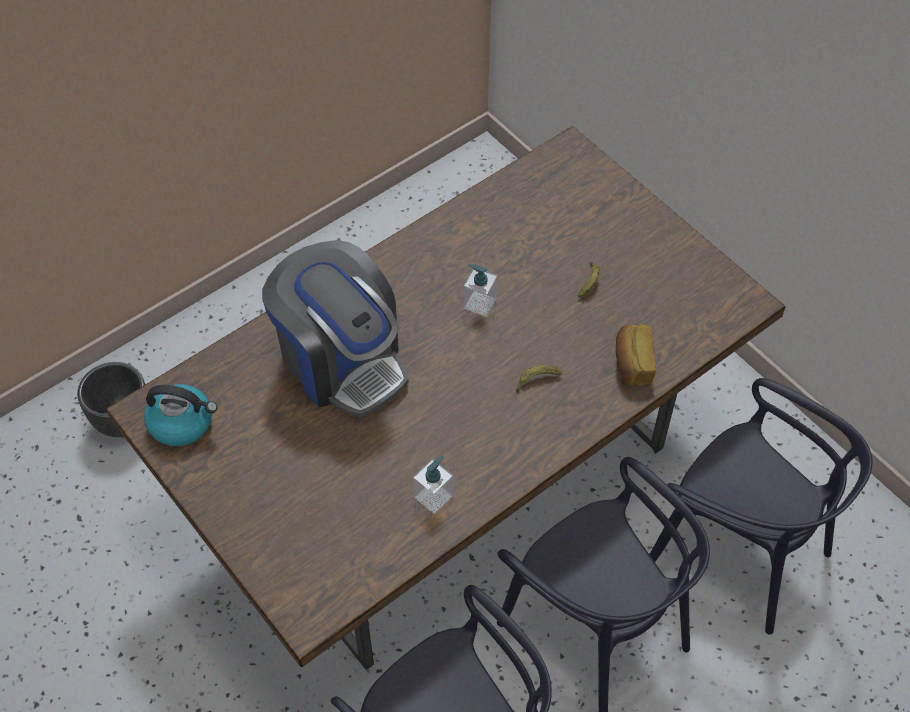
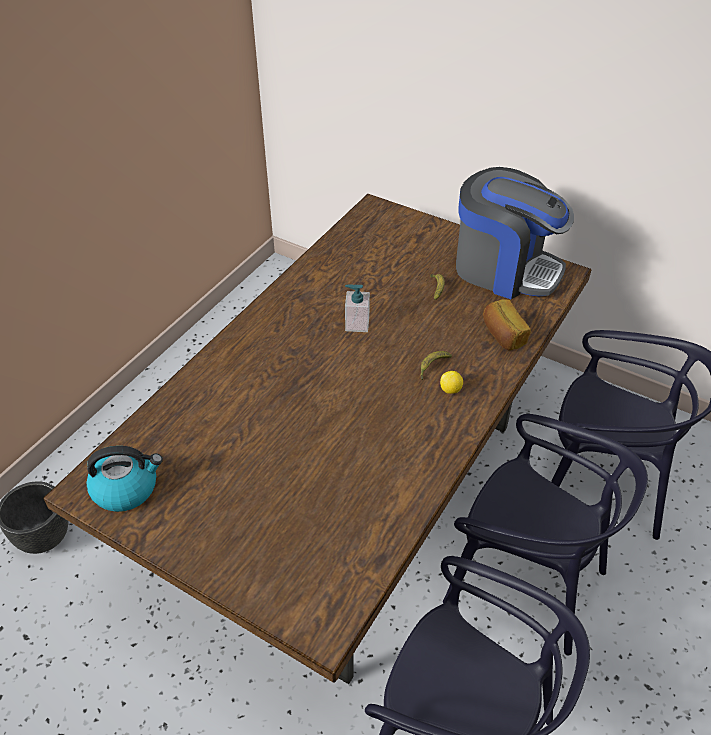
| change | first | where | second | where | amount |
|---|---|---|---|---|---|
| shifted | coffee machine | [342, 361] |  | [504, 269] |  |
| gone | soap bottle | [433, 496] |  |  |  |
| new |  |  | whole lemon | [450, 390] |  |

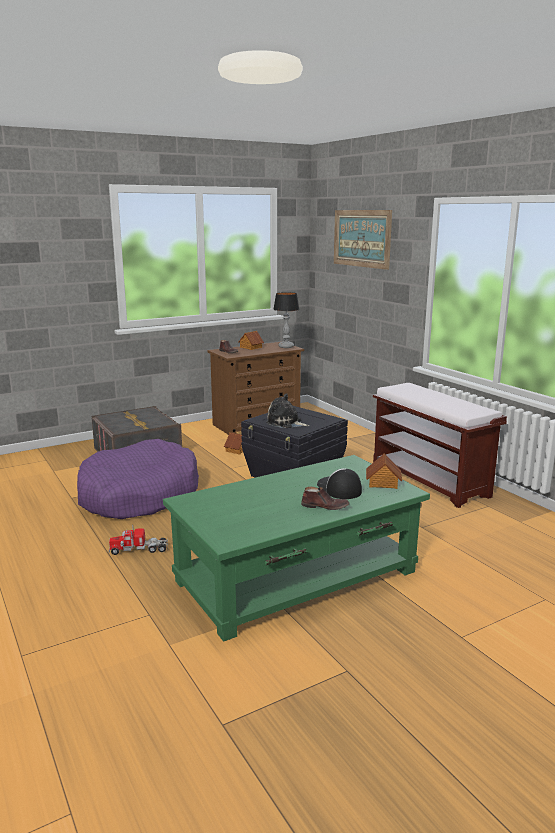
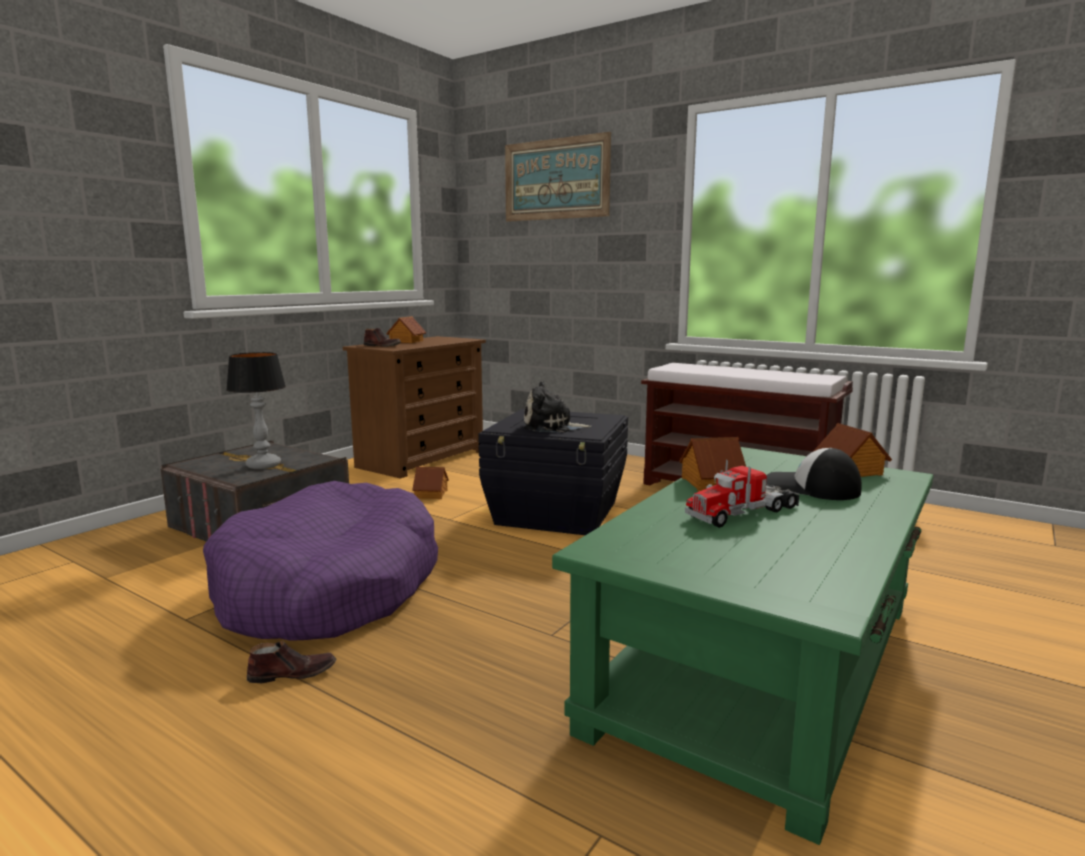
| change | first | where | second | where | amount |
|---|---|---|---|---|---|
| shifted | lamp for a table | [286, 347] |  | [263, 465] |  |
| shifted | brown low shoe | [325, 506] |  | [292, 673] |  |
| shifted | toy truck | [139, 549] |  | [743, 512] |  |
| new |  |  | model house | [710, 483] |  |

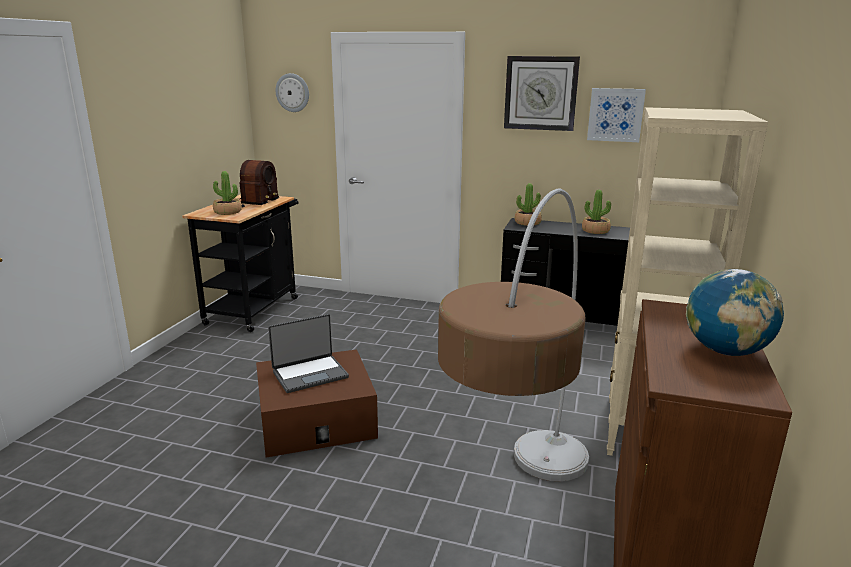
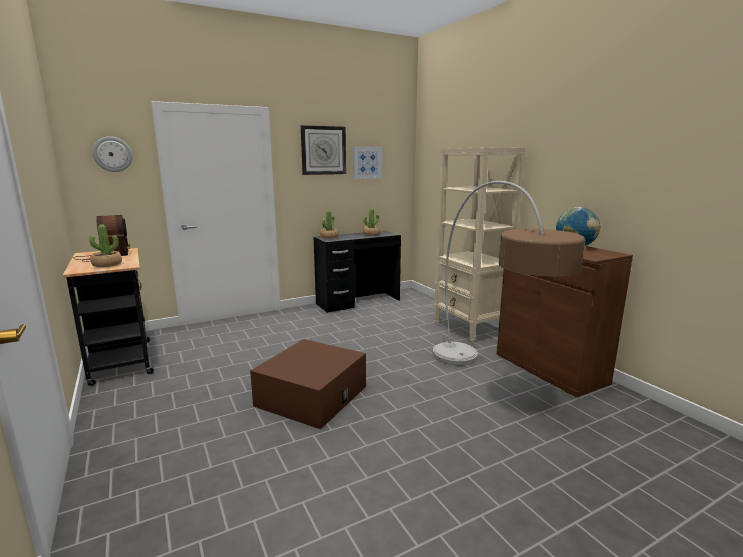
| change | first | where | second | where | amount |
|---|---|---|---|---|---|
| gone | notebook computer | [310, 374] |  |  |  |

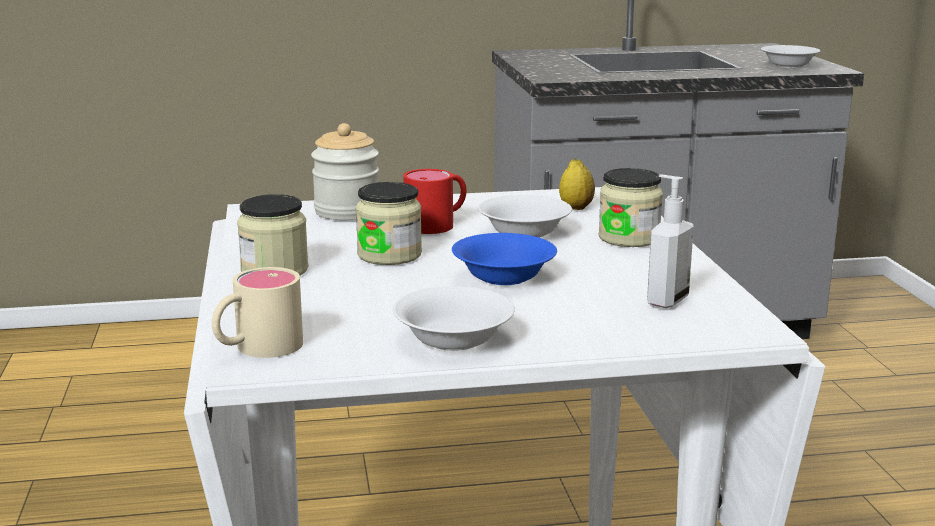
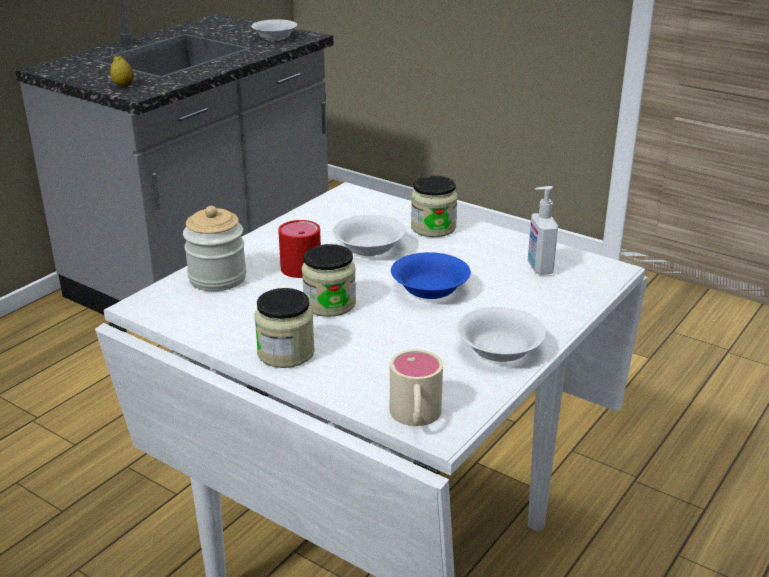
| change | first | where | second | where | amount |
|---|---|---|---|---|---|
| shifted | whole lemon | [576, 208] |  | [123, 85] |  |

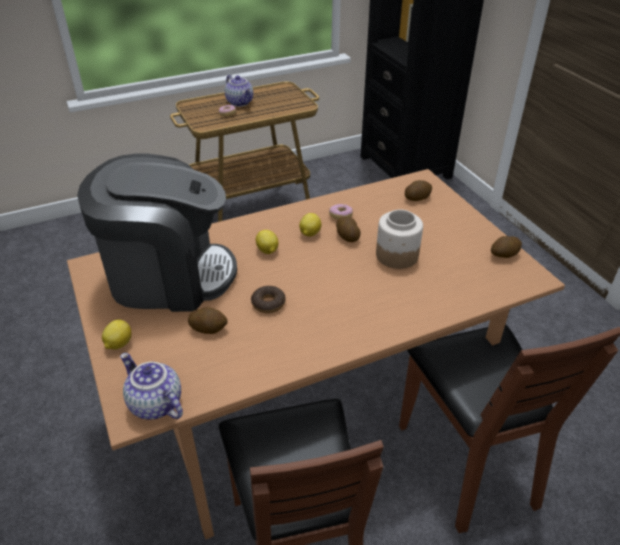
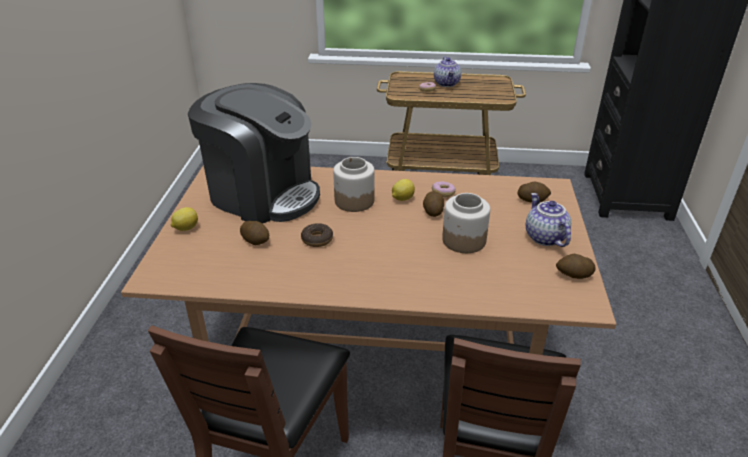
| change | first | where | second | where | amount |
|---|---|---|---|---|---|
| swapped | whole lemon | [267, 251] | preserve jar | [354, 201] |  |
| shifted | tea pot | [154, 404] |  | [544, 237] |  |

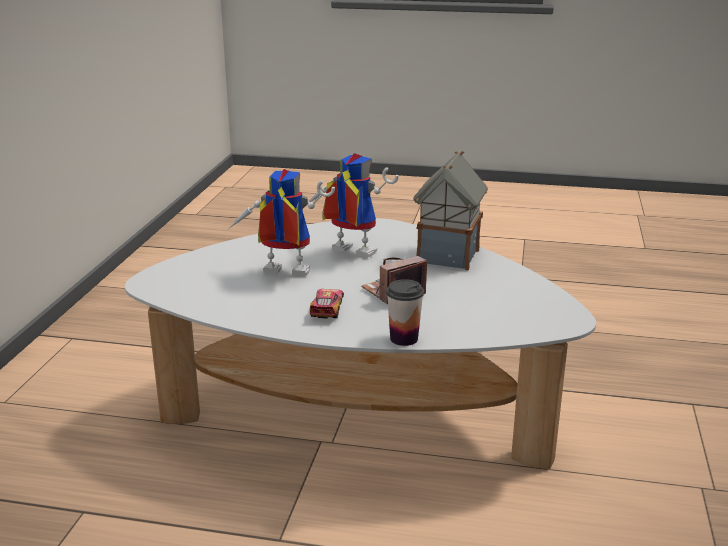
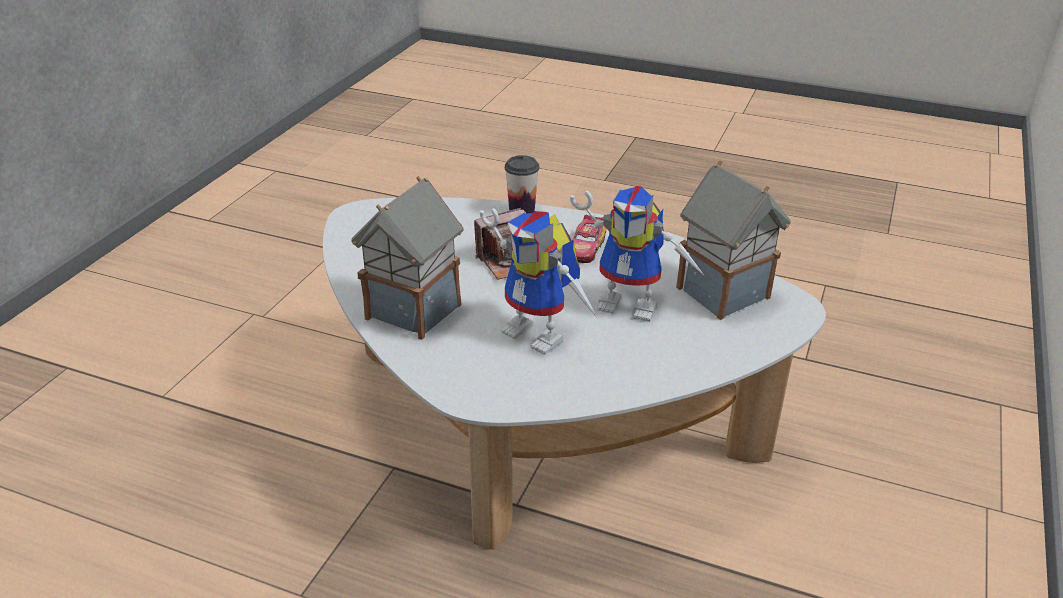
| change | first | where | second | where | amount |
|---|---|---|---|---|---|
| new |  |  | model house | [725, 294] |  |

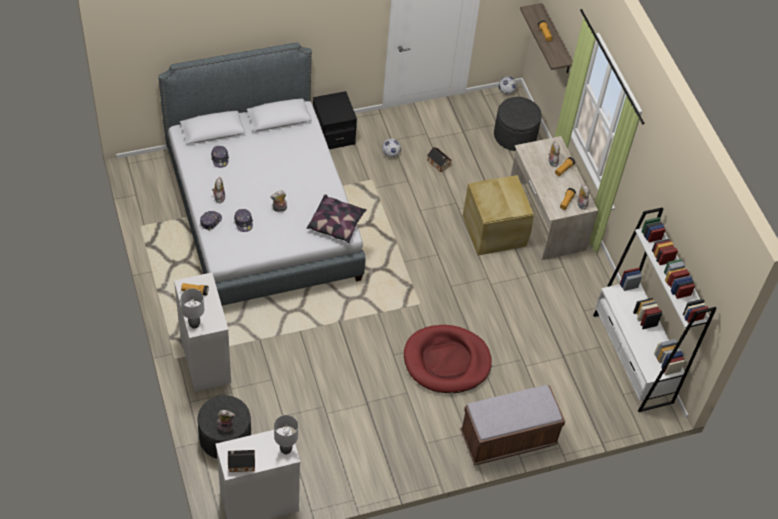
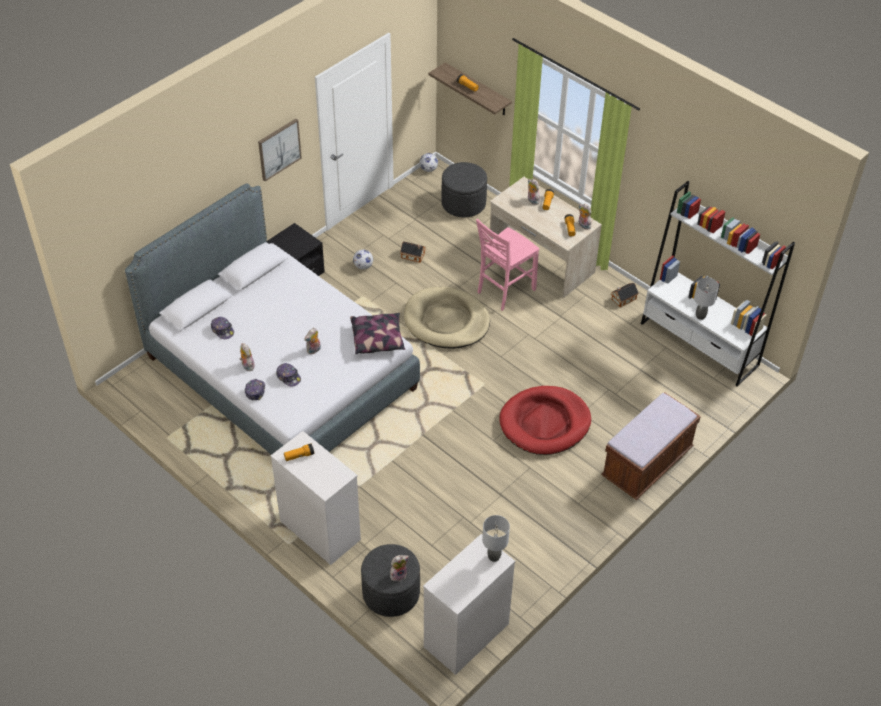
| change | first | where | second | where | amount |
|---|---|---|---|---|---|
| swapped | sand-coloured storage box | [494, 230] | pink chair | [504, 291] |  |
| shifted | grey lamp for a table | [194, 324] |  | [700, 316] |  |
| shifted | model house | [240, 464] |  | [622, 299] |  |
| new |  |  | wall art | [279, 149] |  |
| new |  |  | sand-coloured dog cushion | [446, 321] |  |

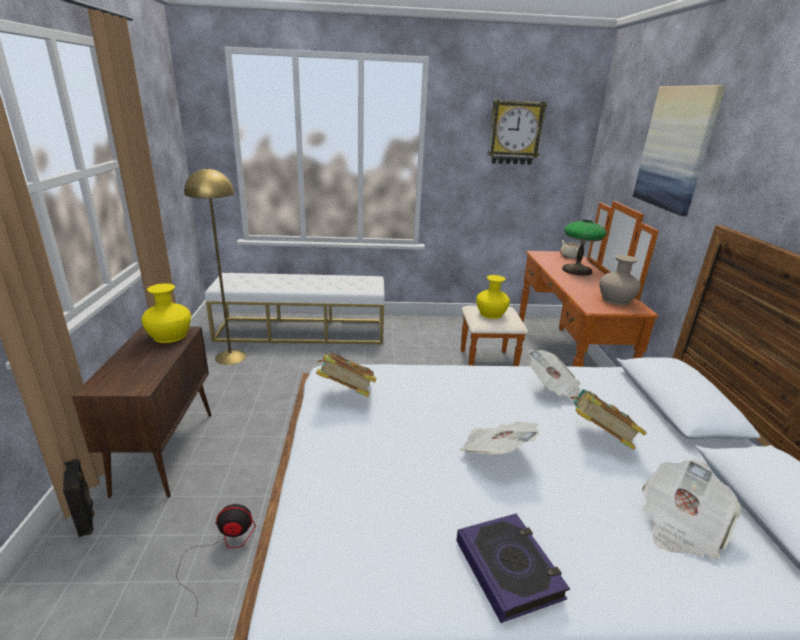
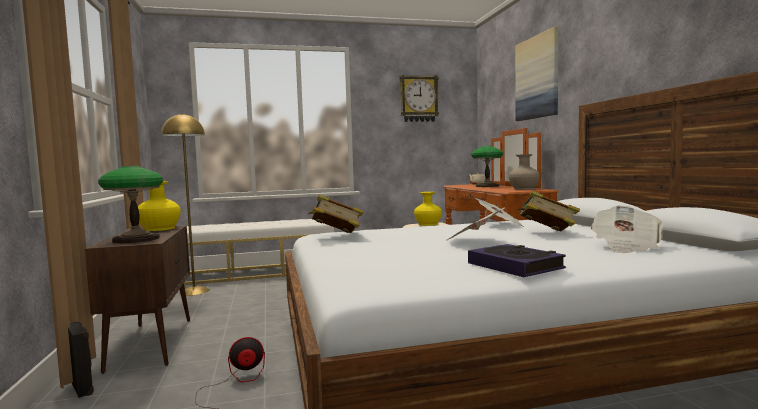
| change | first | where | second | where | amount |
|---|---|---|---|---|---|
| new |  |  | lamp for a table | [135, 239] |  |

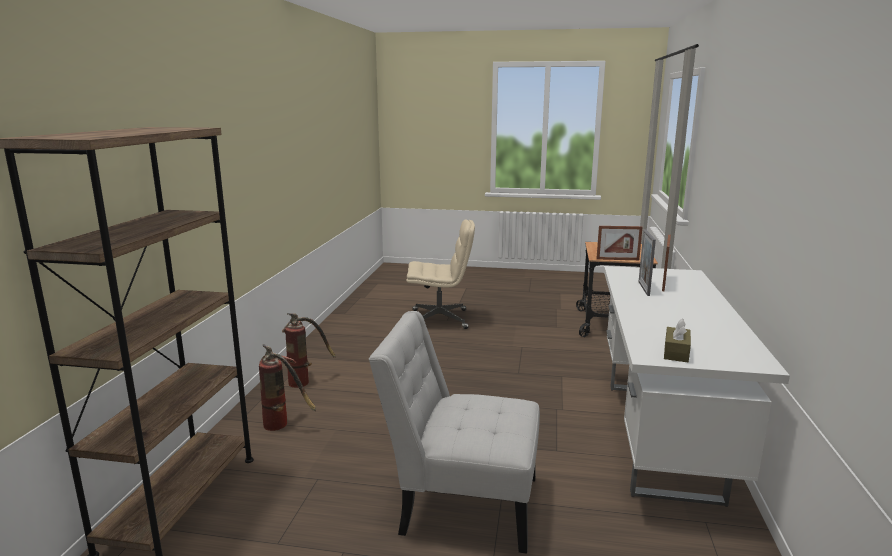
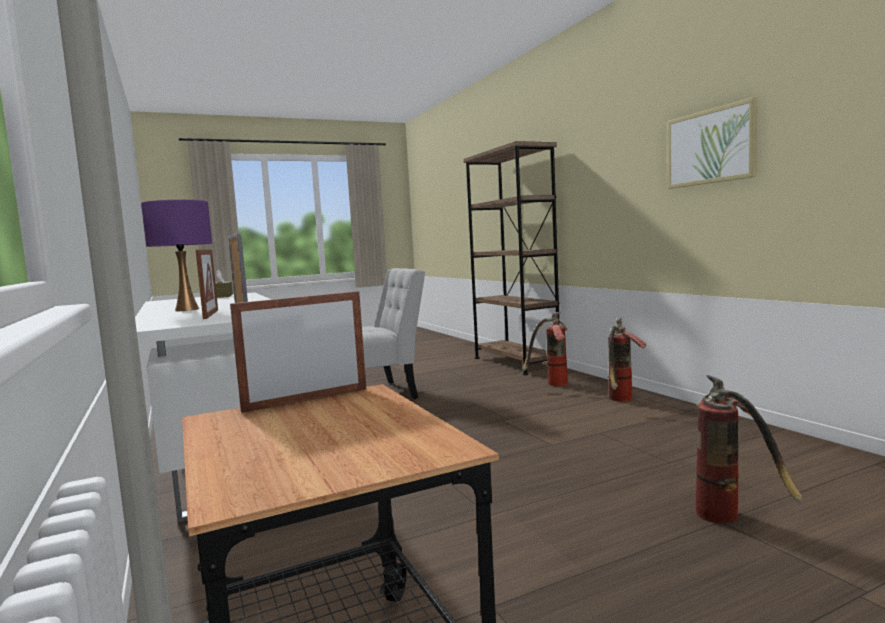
| change | first | where | second | where | amount |
|---|---|---|---|---|---|
| swapped | sand-coloured office chair | [440, 319] | fire-fighting cylinder | [734, 517] |  |
| new |  |  | wall art | [710, 147] |  |
| new |  |  | purple-coloured lamp for a table | [186, 310] |  |

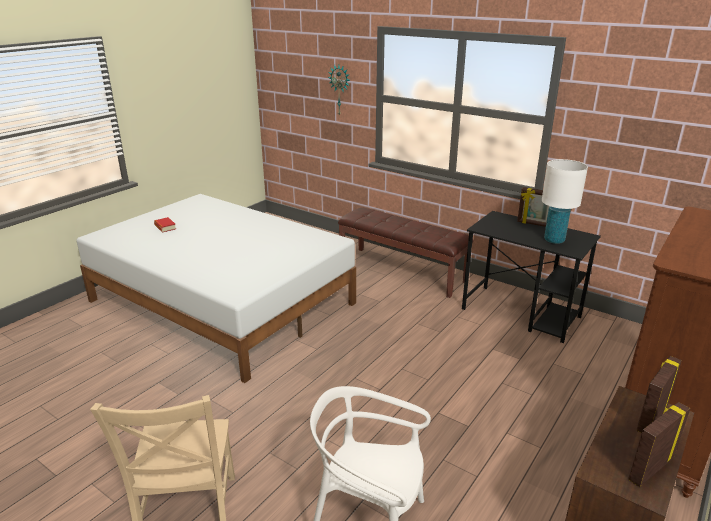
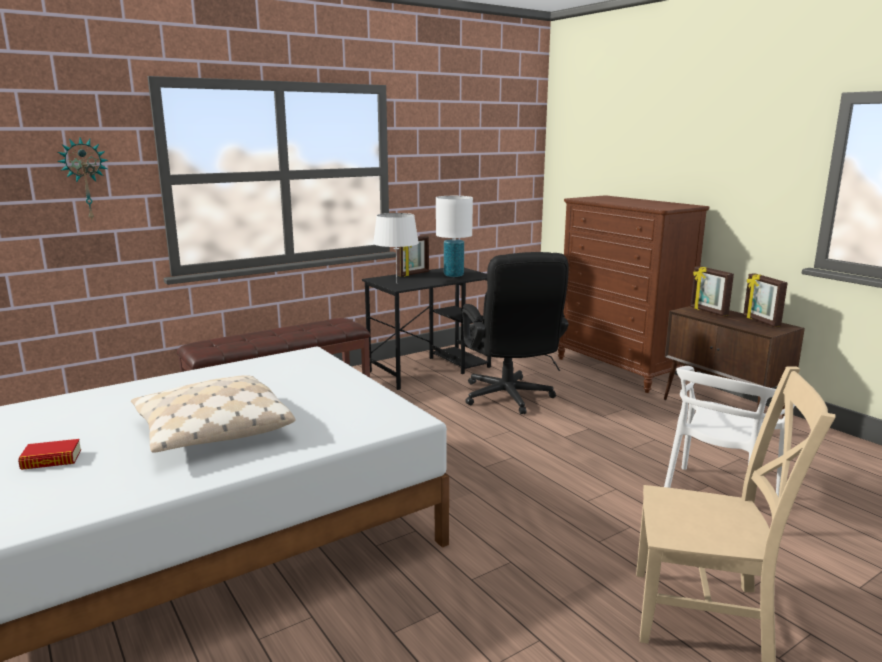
| change | first | where | second | where | amount |
|---|---|---|---|---|---|
| new |  |  | whitish lamp for a table | [396, 283] |  |
| new |  |  | blackish office chair | [509, 399] |  |
| new |  |  | sand-coloured pillow | [211, 431] |  |

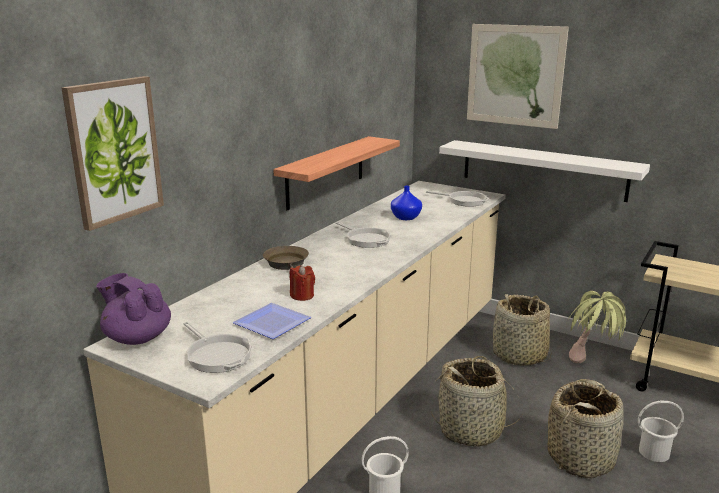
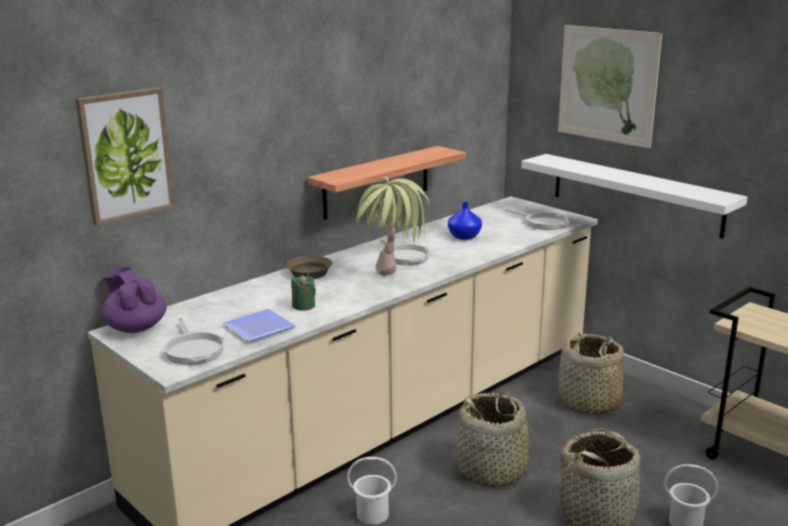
| change | first | where | second | where | amount |
|---|---|---|---|---|---|
| repainted | red wax candle | [302, 296] | green-coloured wax candle | [303, 306] |  |
| shifted | houseplant | [591, 370] |  | [391, 283] |  |

